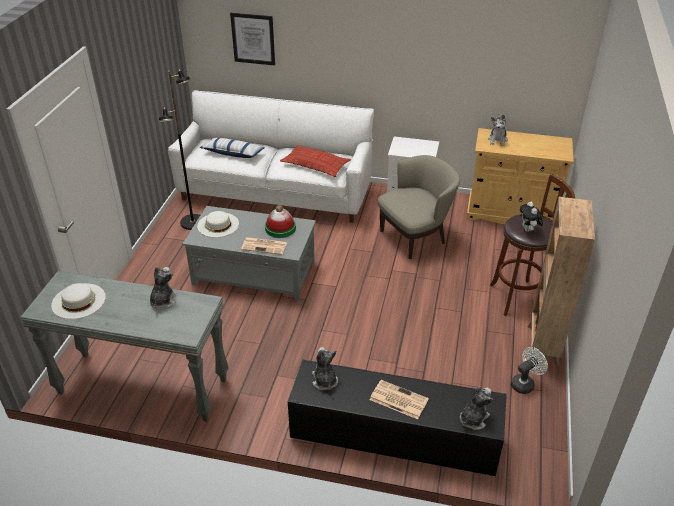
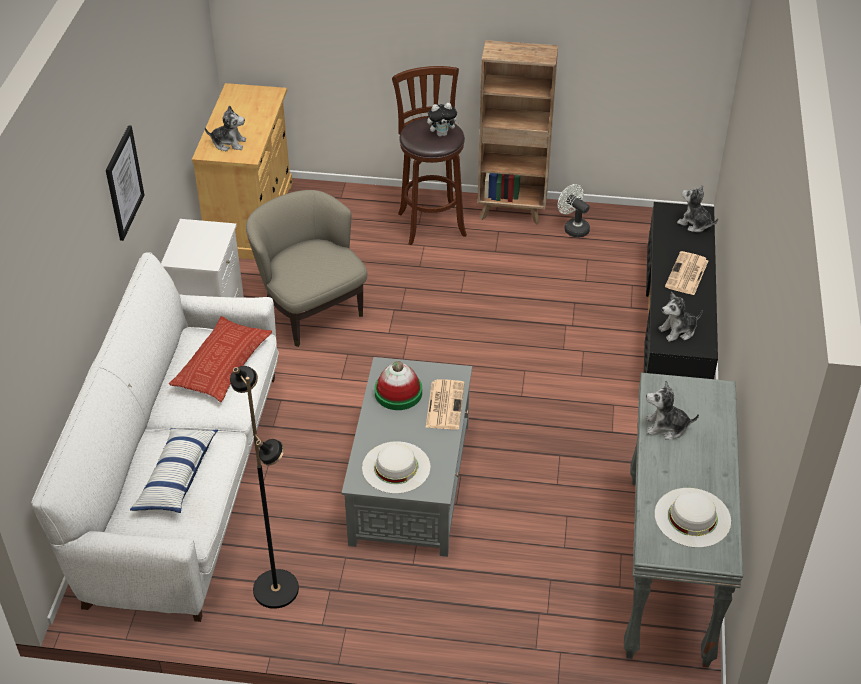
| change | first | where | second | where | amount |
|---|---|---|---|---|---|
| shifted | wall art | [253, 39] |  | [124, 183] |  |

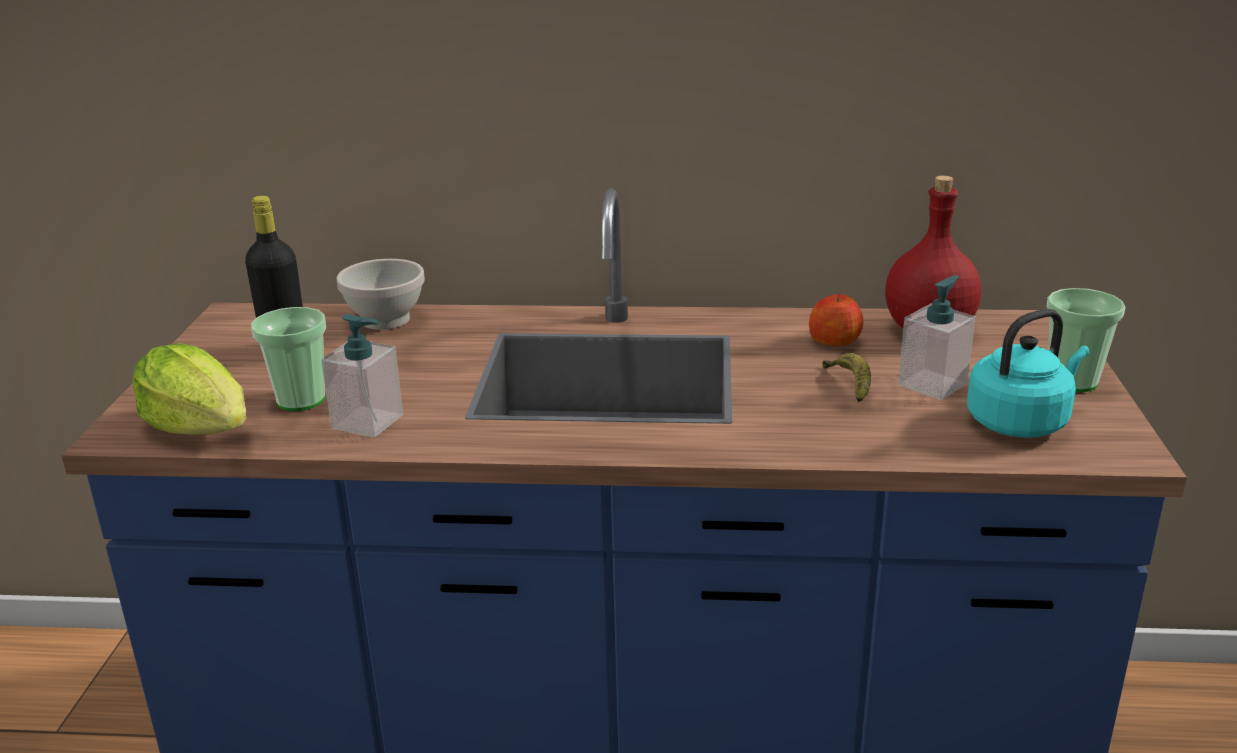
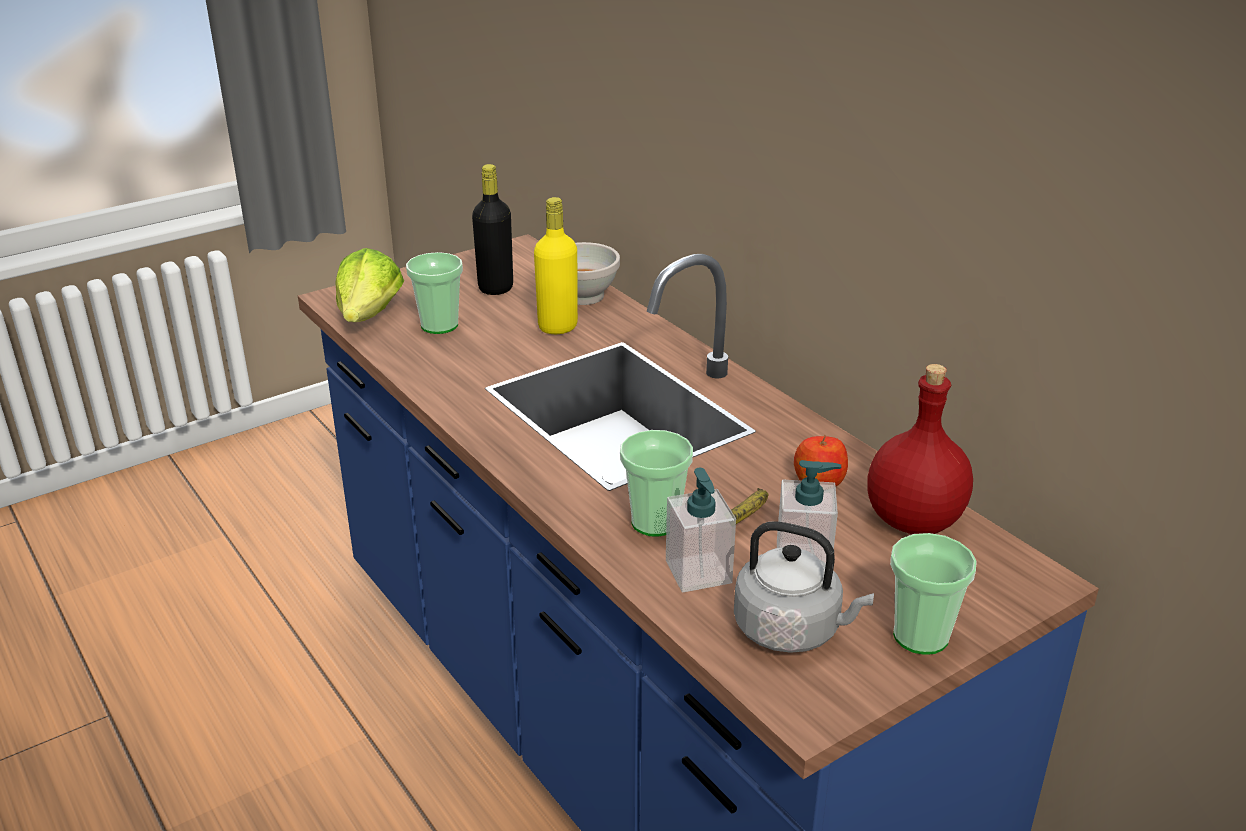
| change | first | where | second | where | amount |
|---|---|---|---|---|---|
| repainted | turquoise water kettle | [1020, 422] | grey water kettle | [792, 630] |  |
| shifted | soap bottle | [368, 422] |  | [698, 572] |  |
| new |  |  | yellowish bottle | [558, 327] |  |
| new |  |  | drinking cup | [655, 522] |  |

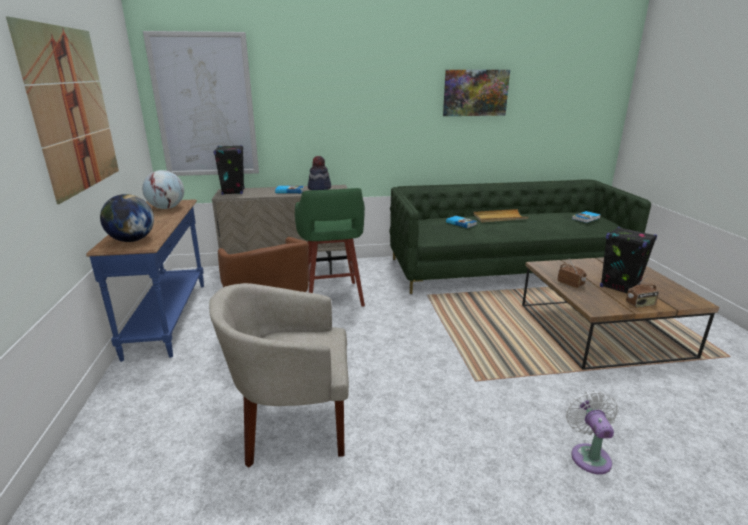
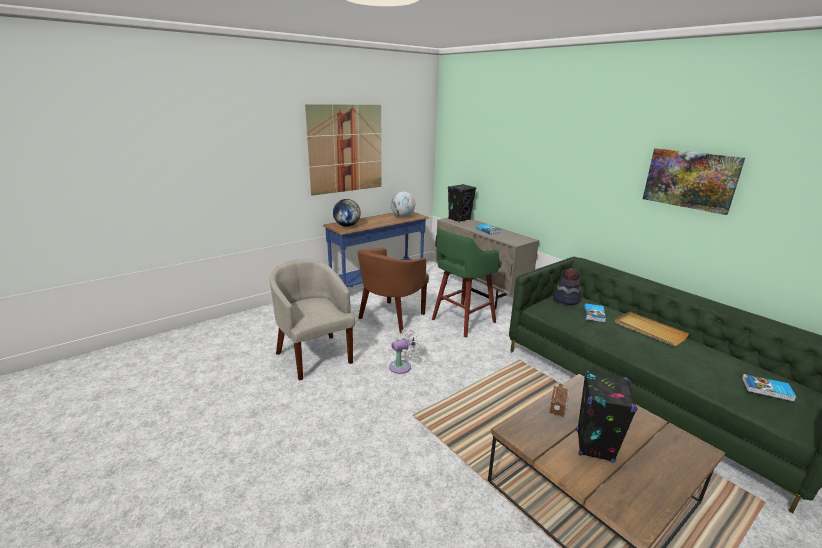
| change | first | where | second | where | amount |
|---|---|---|---|---|---|
| gone | wall art | [205, 106] |  |  |  |
| shifted | wearable hat | [319, 188] |  | [566, 300] |  |
| gone | radio receiver | [640, 304] |  |  |  |
| shifted | whitish fan | [589, 455] |  | [402, 366] |  |

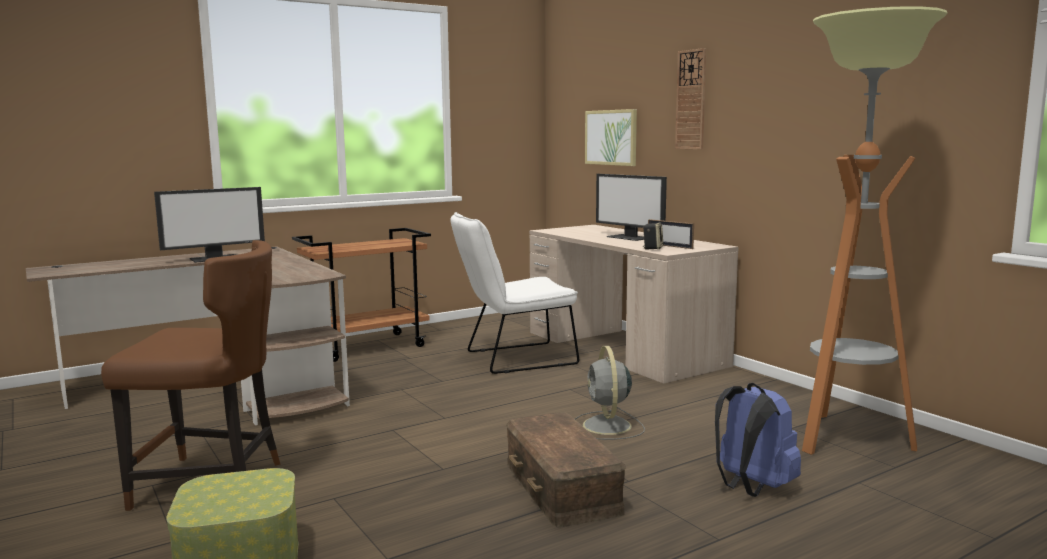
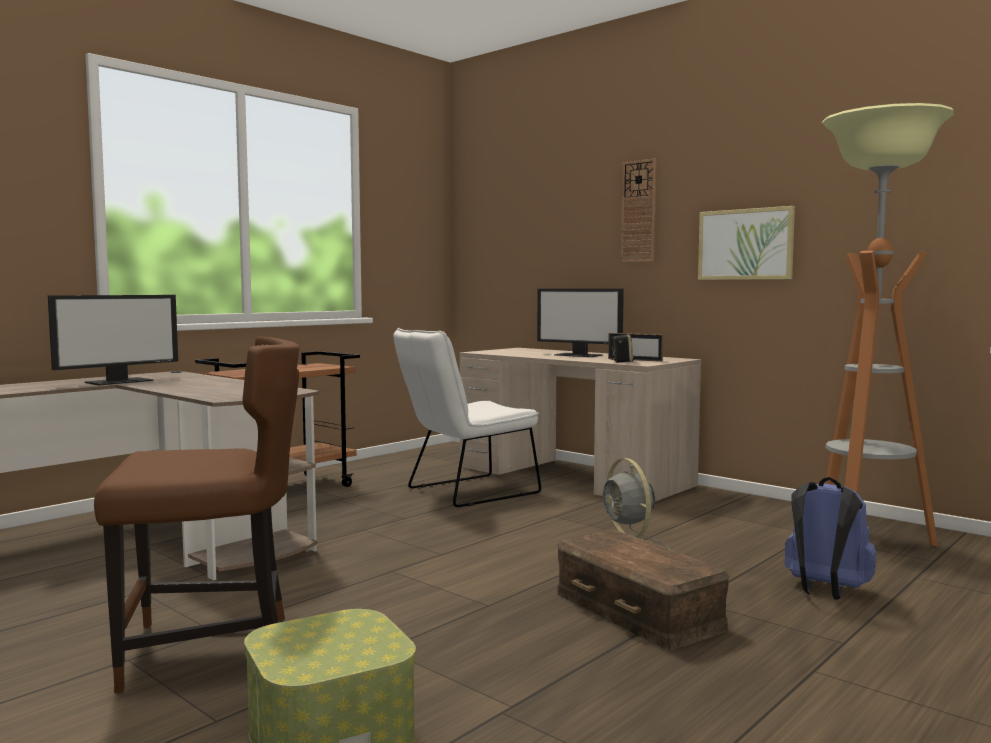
| change | first | where | second | where | amount |
|---|---|---|---|---|---|
| shifted | wall art | [611, 137] |  | [745, 244] |  |

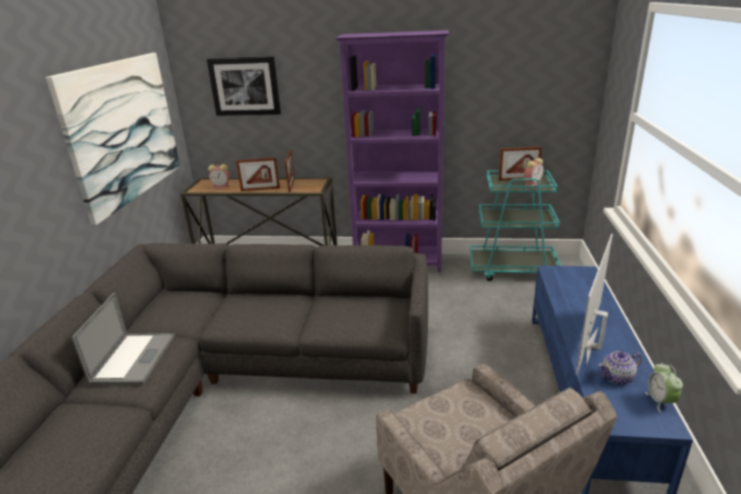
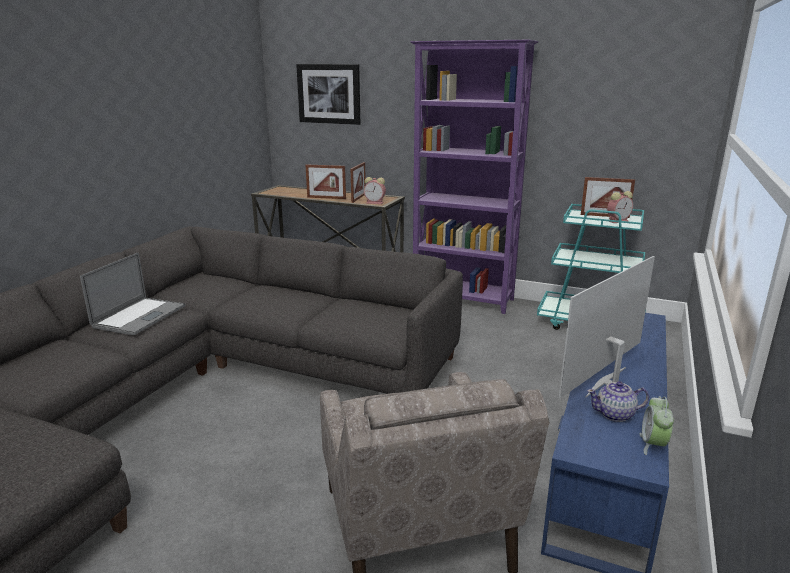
| change | first | where | second | where | amount |
|---|---|---|---|---|---|
| gone | wall art | [124, 131] |  |  |  |
| shifted | alarm clock | [222, 187] |  | [375, 202] |  |

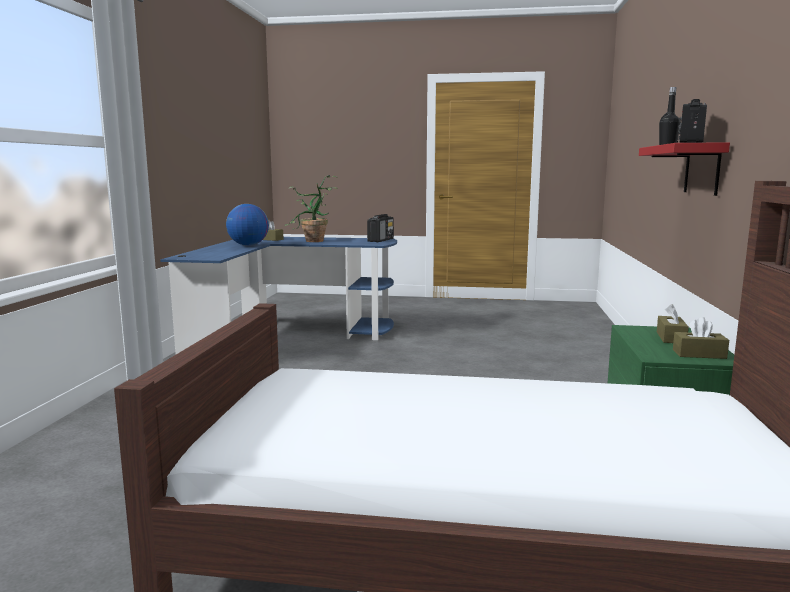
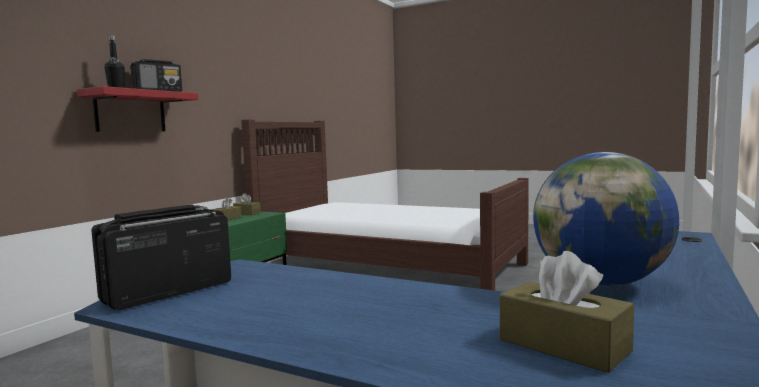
| change | first | where | second | where | amount |
|---|---|---|---|---|---|
| gone | houseplant | [312, 241] |  |  |  |

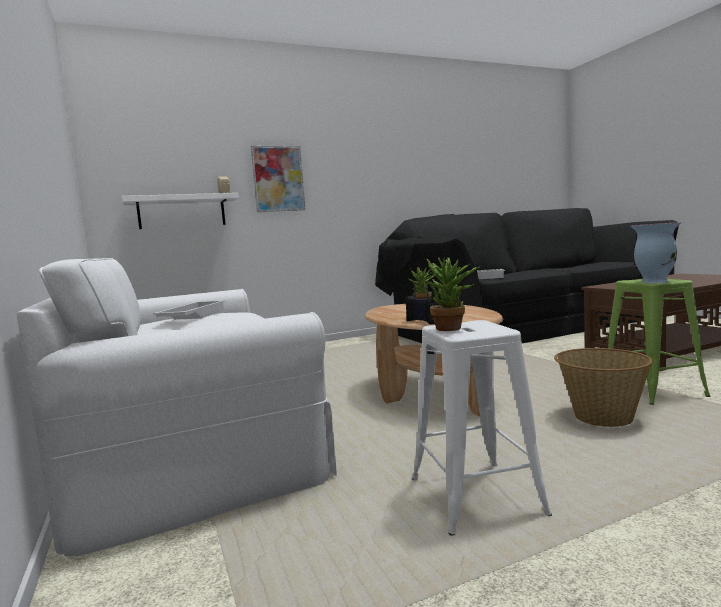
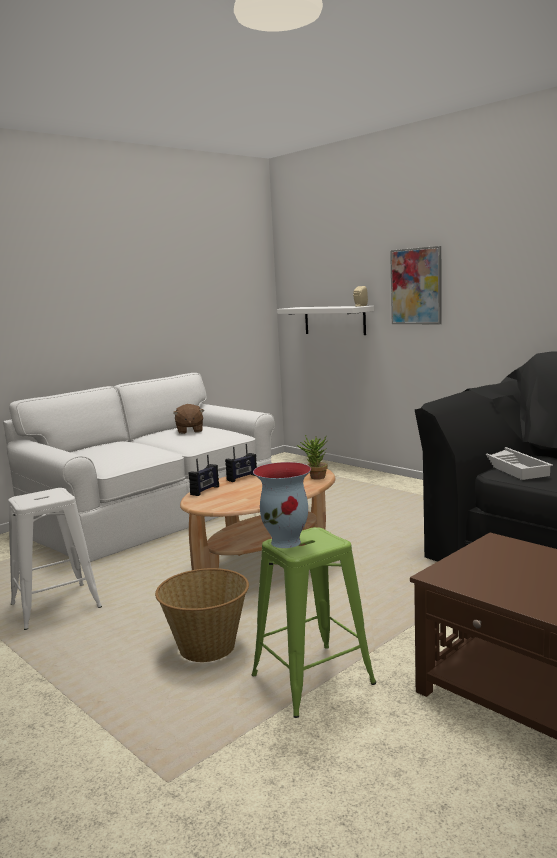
| change | first | where | second | where | amount |
|---|---|---|---|---|---|
| gone | houseplant | [453, 329] |  |  |  |
| swapped | whitish carrying tray | [192, 317] | brown cuddly toy | [189, 431] |  |
| new |  |  | radio receiver | [242, 477] |  |

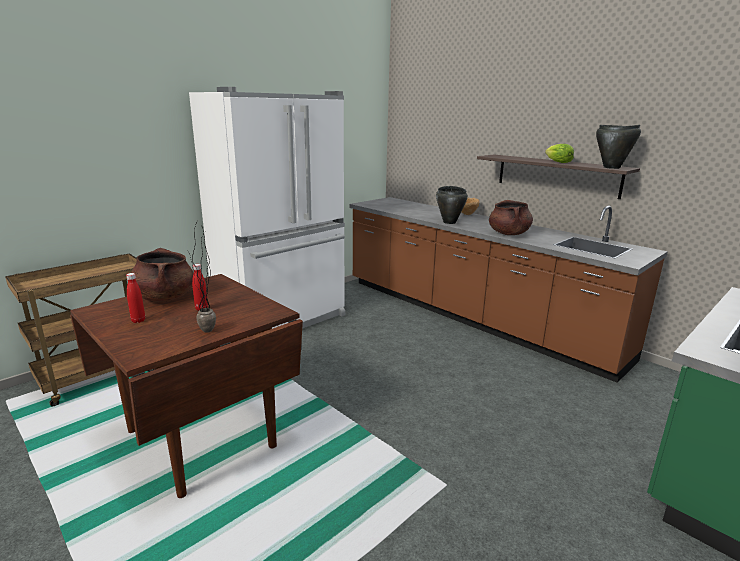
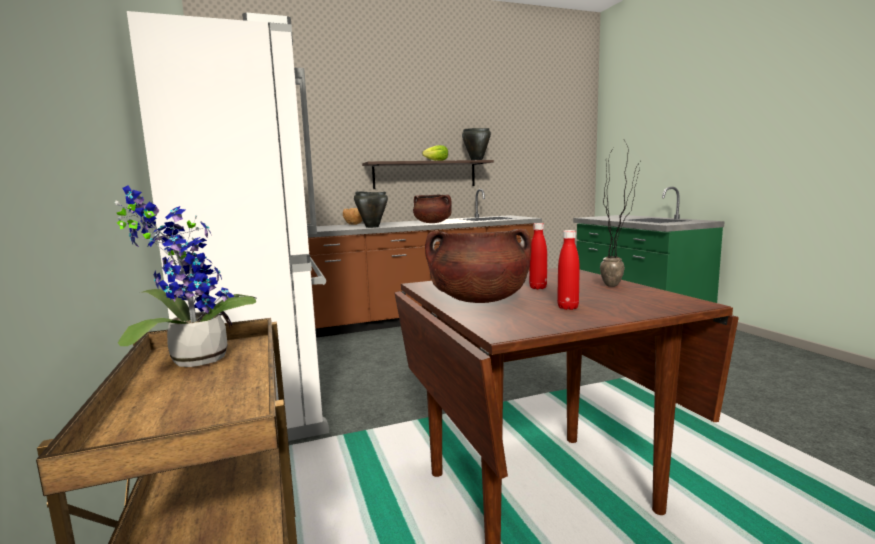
| change | first | where | second | where | amount |
|---|---|---|---|---|---|
| new |  |  | houseplant | [193, 359] |  |

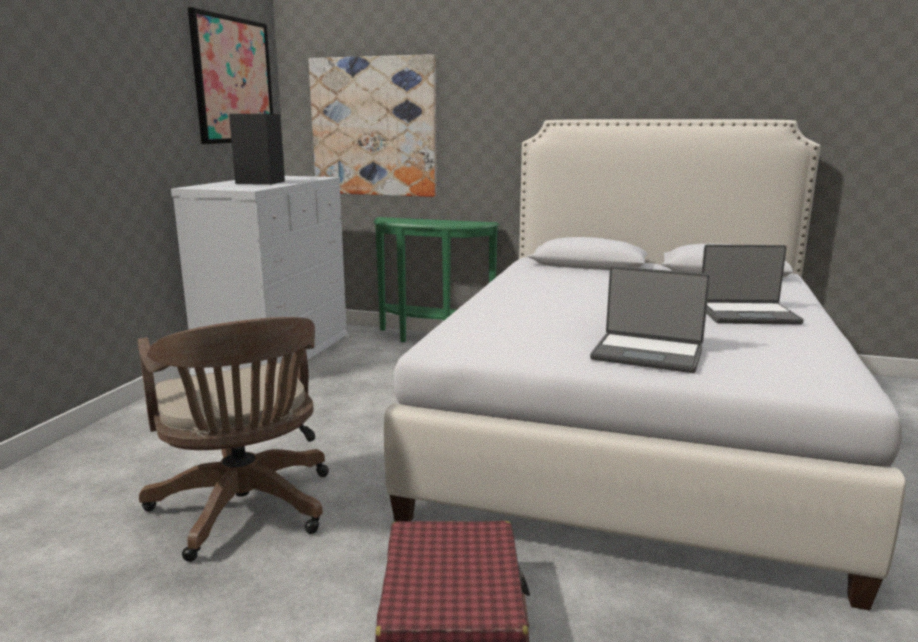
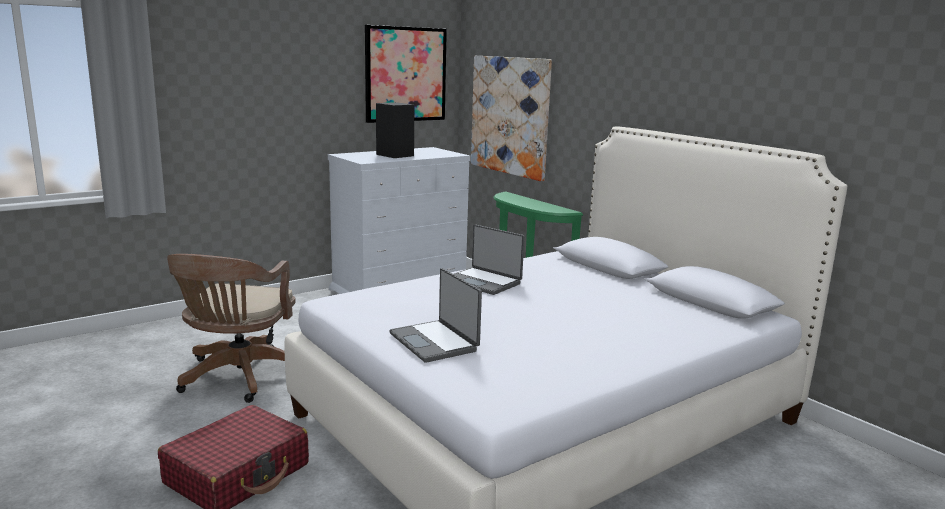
| change | first | where | second | where | amount |
|---|---|---|---|---|---|
| shifted | notebook computer | [747, 315] |  | [483, 282] |  |

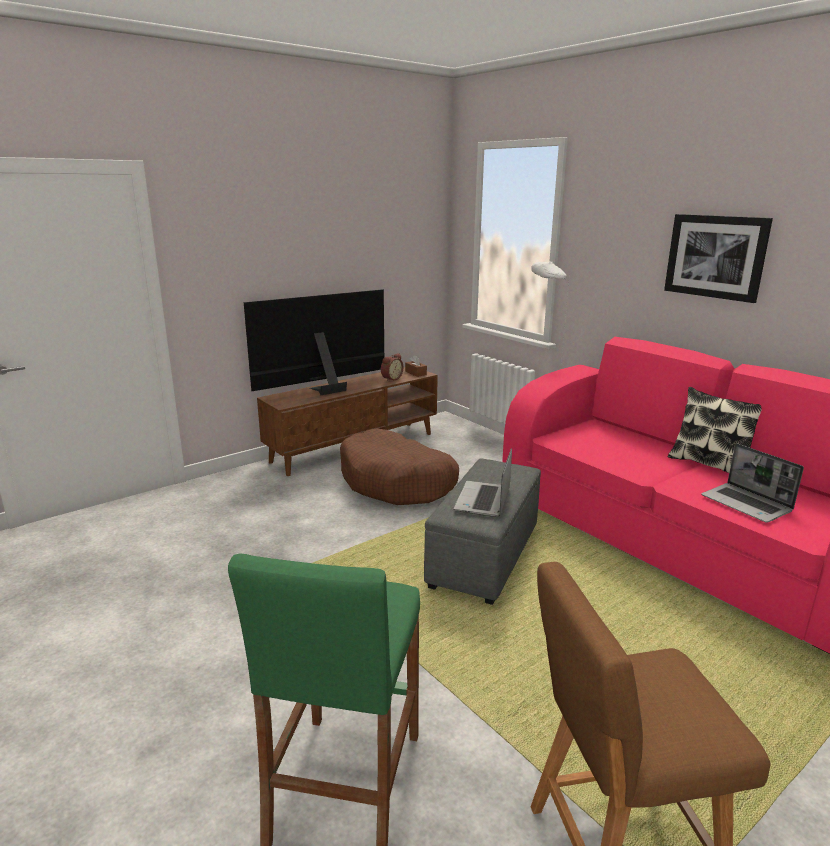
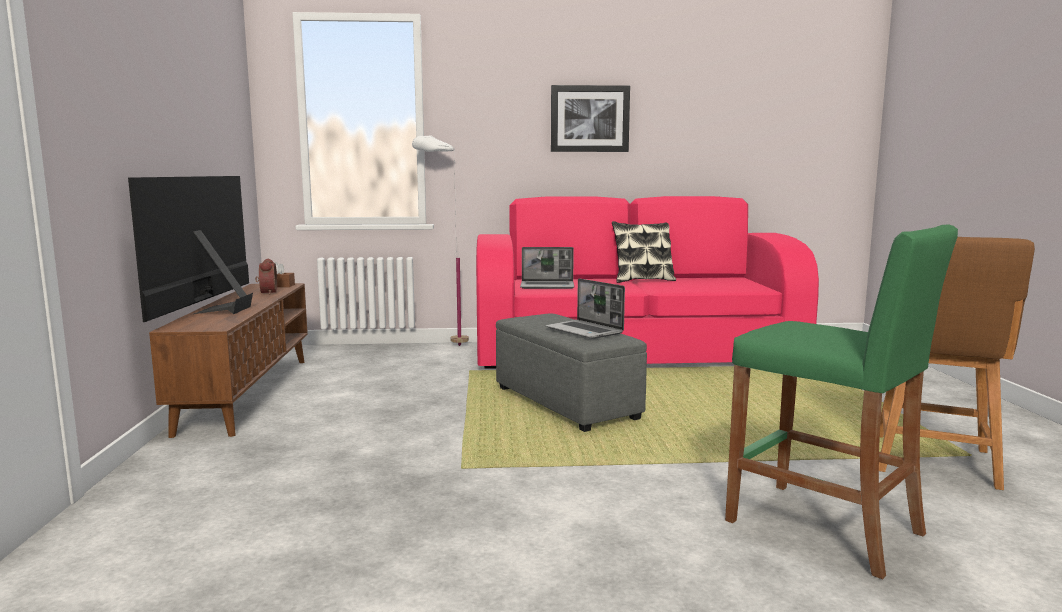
| change | first | where | second | where | amount |
|---|---|---|---|---|---|
| gone | brown dog cushion | [397, 482] |  |  |  |
| shifted | notebook computer | [747, 504] |  | [548, 286] |  |

